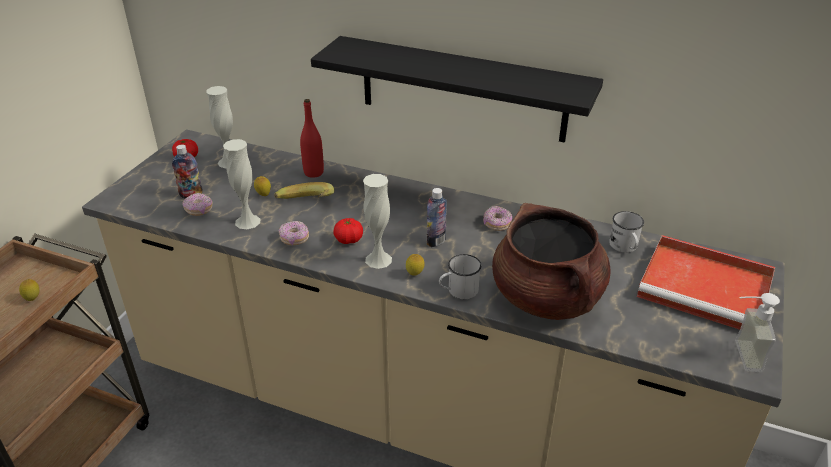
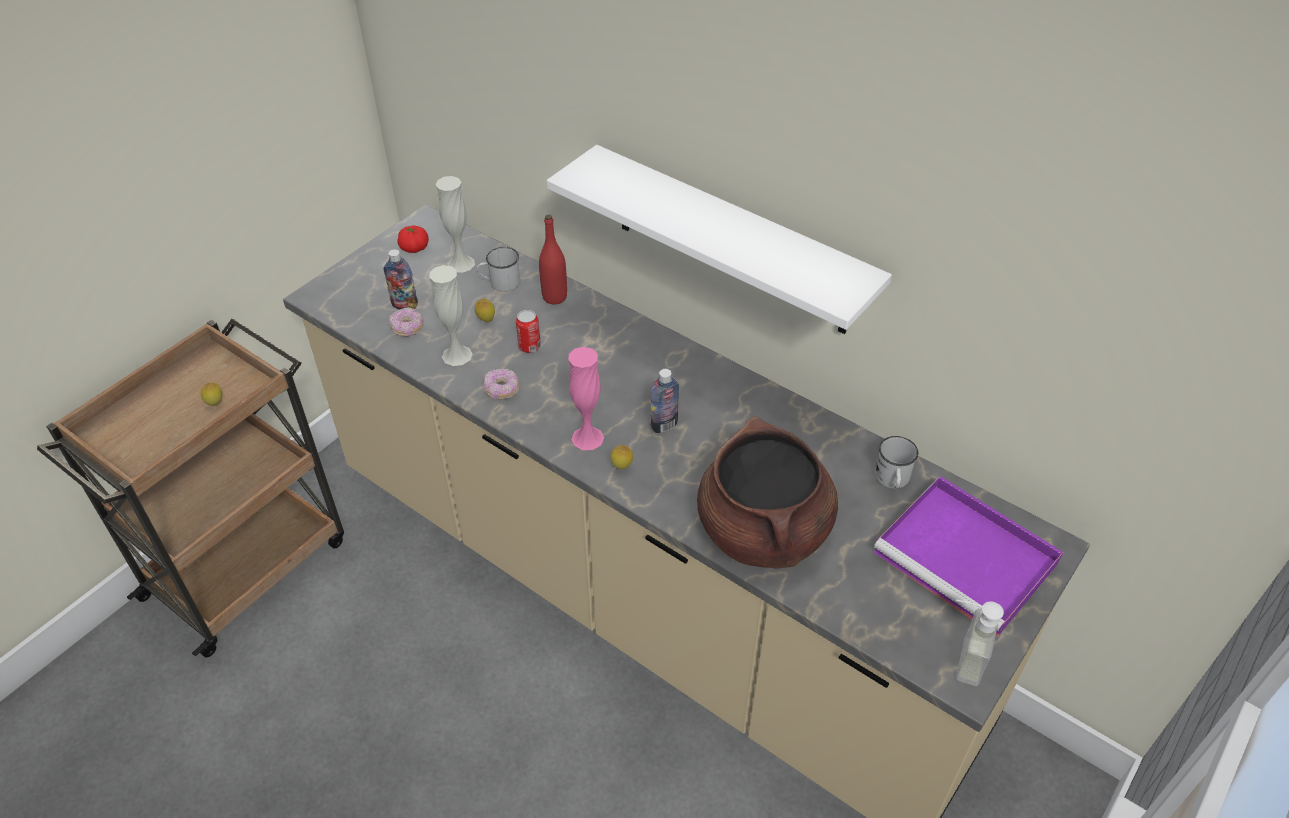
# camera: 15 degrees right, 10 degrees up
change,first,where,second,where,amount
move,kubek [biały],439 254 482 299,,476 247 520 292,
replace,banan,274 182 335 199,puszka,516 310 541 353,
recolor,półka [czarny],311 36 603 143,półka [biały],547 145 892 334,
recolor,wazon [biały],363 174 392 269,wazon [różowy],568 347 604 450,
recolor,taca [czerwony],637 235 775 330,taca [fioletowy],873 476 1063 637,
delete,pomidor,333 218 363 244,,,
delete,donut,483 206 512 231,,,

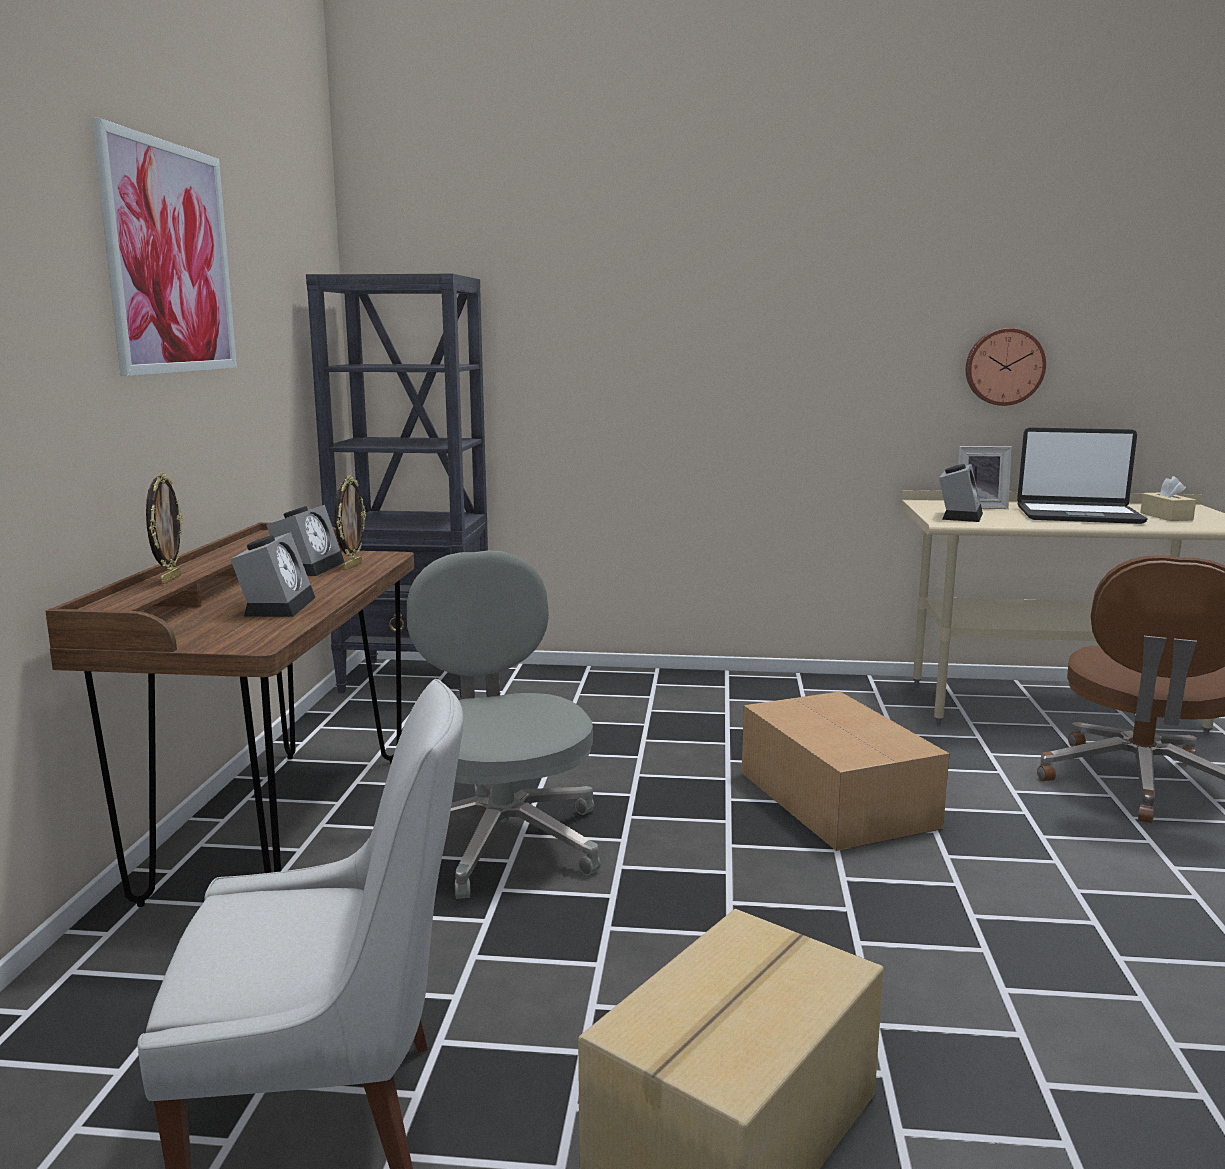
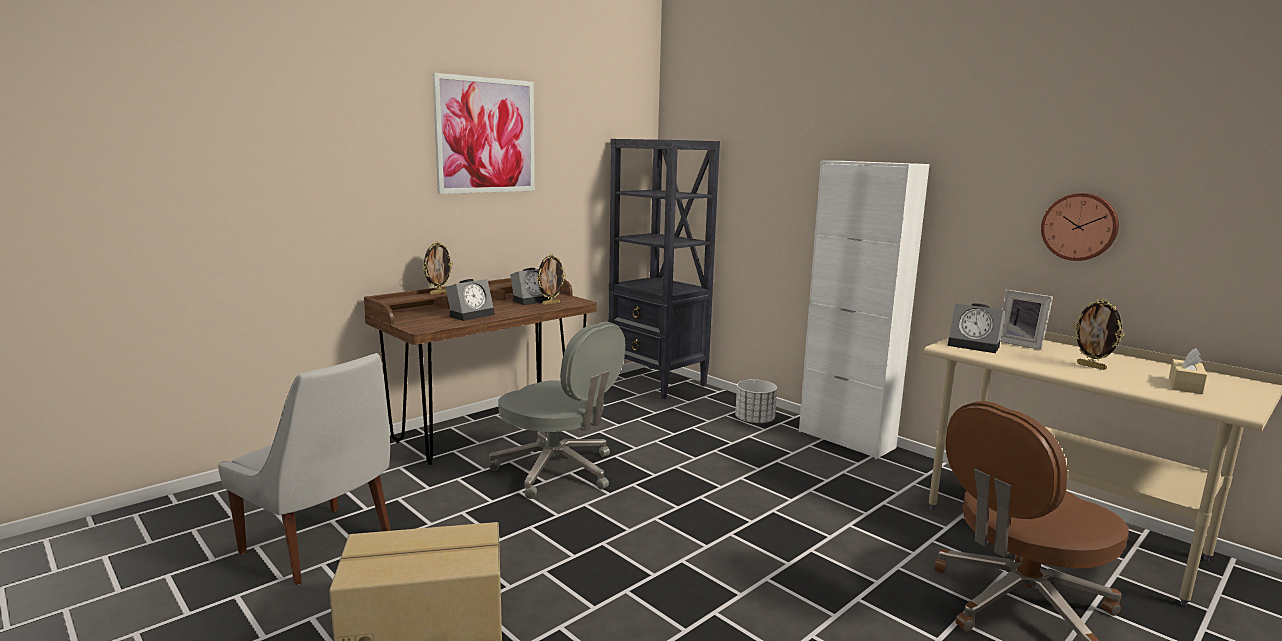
# camera: 40 degrees right, 0 degrees up
change,first,where,second,where,amount
rotate,krzesło biurowe [szary],407 550 601 899,,489 321 625 499,105 degrees clockwise
insert,,,donica [biały],735 380 777 425,
insert,,,szafka [biały],799 161 930 459,
rotate,budzik,939 464 983 522,,948 303 1005 353,60 degrees clockwise
replace,laptop,1017 427 1148 524,ramka na zdjęcie,1073 298 1124 370,
delete,karton,742 692 950 851,,,

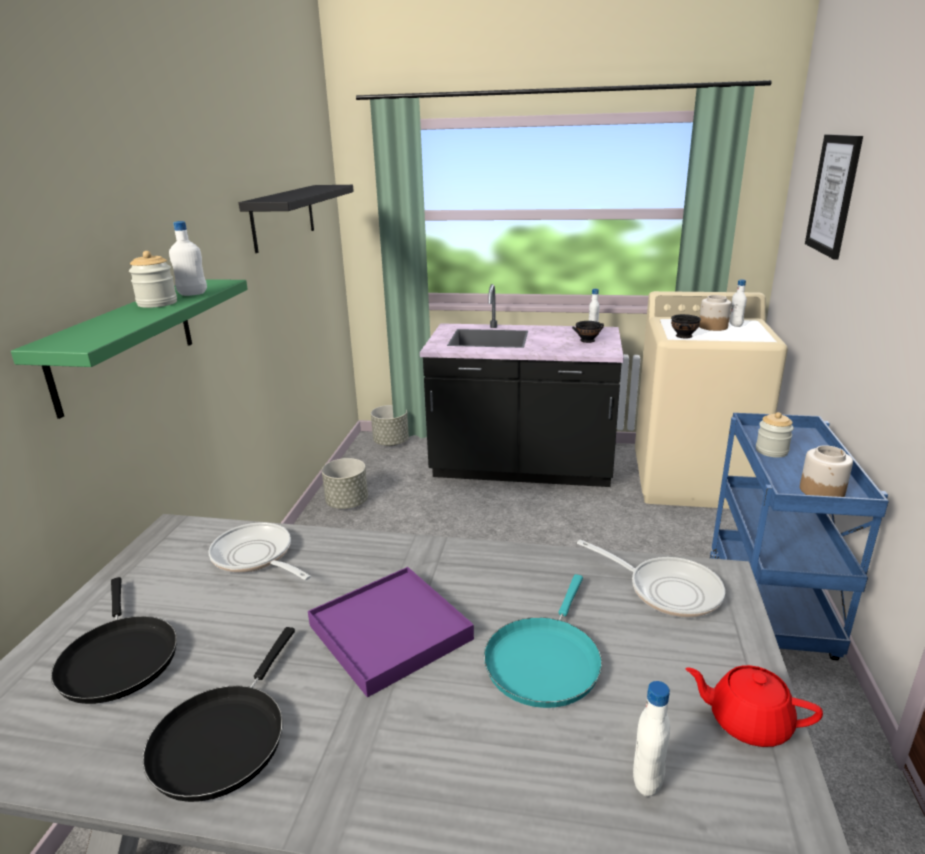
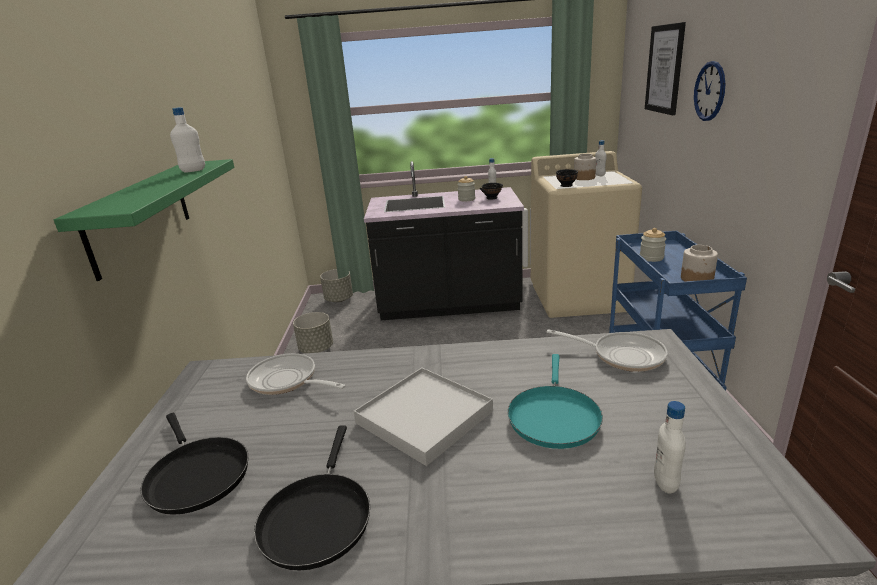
# camera: 10 degrees left, 0 degrees up
change,first,where,second,where,amount
recolor,taca [fioletowy],308 567 474 697,taca [biały],354 367 493 466,
move,słoik,129 251 177 308,,457 176 475 201,
insert,,,zegar ścienny,694 61 725 121,
delete,półka [czarny],239 185 354 253,,,
delete,imbryk [czerwony],685 665 823 747,,,

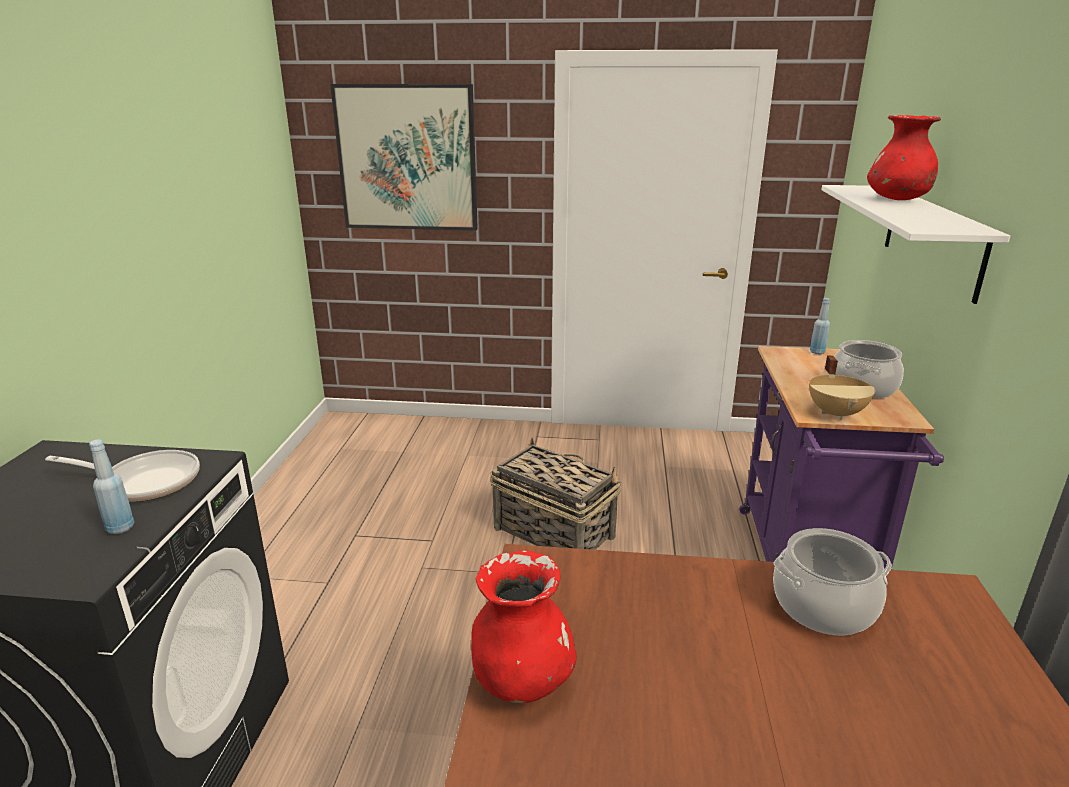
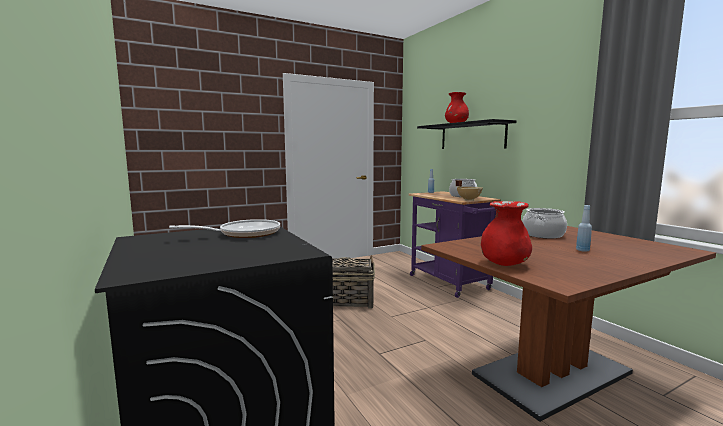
# camera: 35 degrees left, 15 degrees down
change,first,where,second,where,amount
recolor,półka [biały],821 185 1010 304,półka [czarny],417 119 516 149,
move,butelka [niebieski],89 439 134 534,,576 205 592 252,
delete,obraz,330 84 478 231,,,

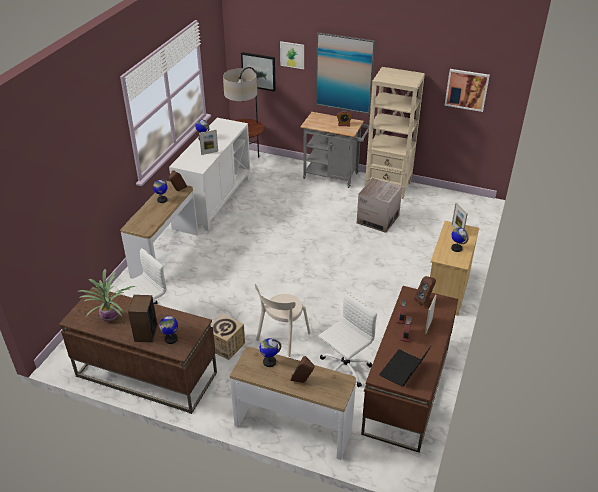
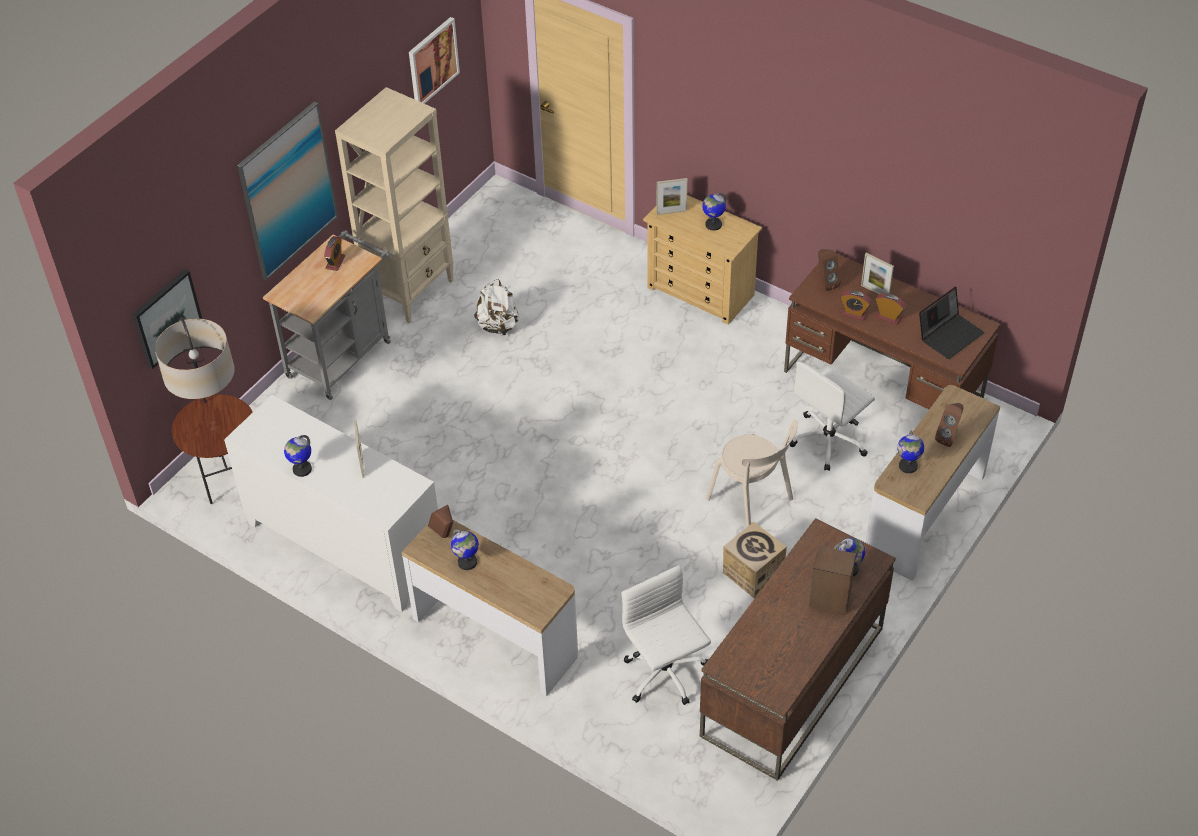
# camera: 75 degrees left, 10 degrees up
change,first,where,second,where,amount
replace,karton,357 178 402 233,plecak [biały],474 279 519 336,
rotate,krzesło biurowe [biały],319 293 377 387,,789 361 875 471,105 degrees counterclockwise
rotate,laptop,379 346 431 386,,919 287 984 359,90 degrees counterclockwise
delete,roślina doniczkowa,77 269 136 321,,,
delete,obraz,280 41 304 69,,,

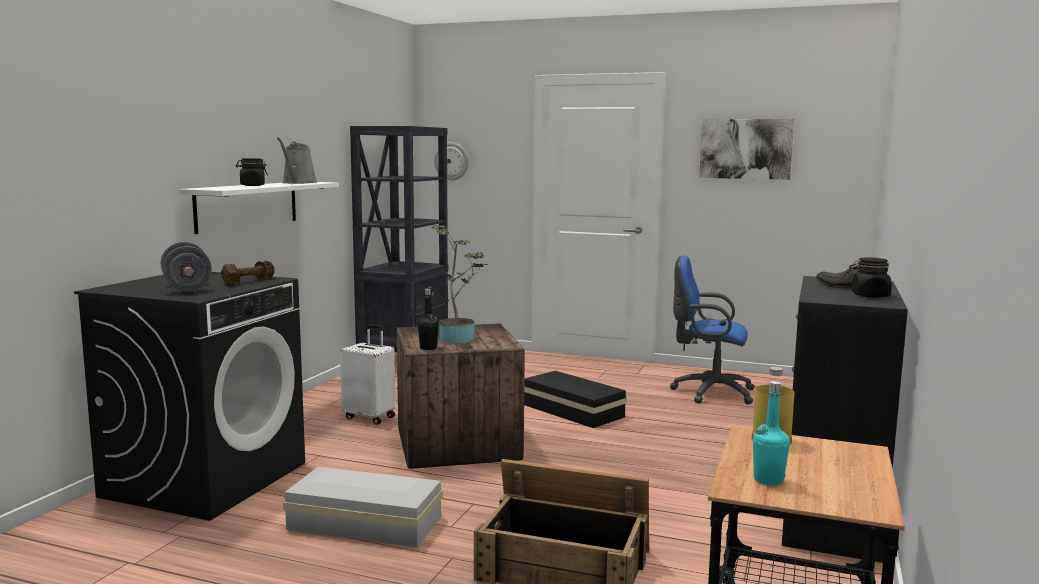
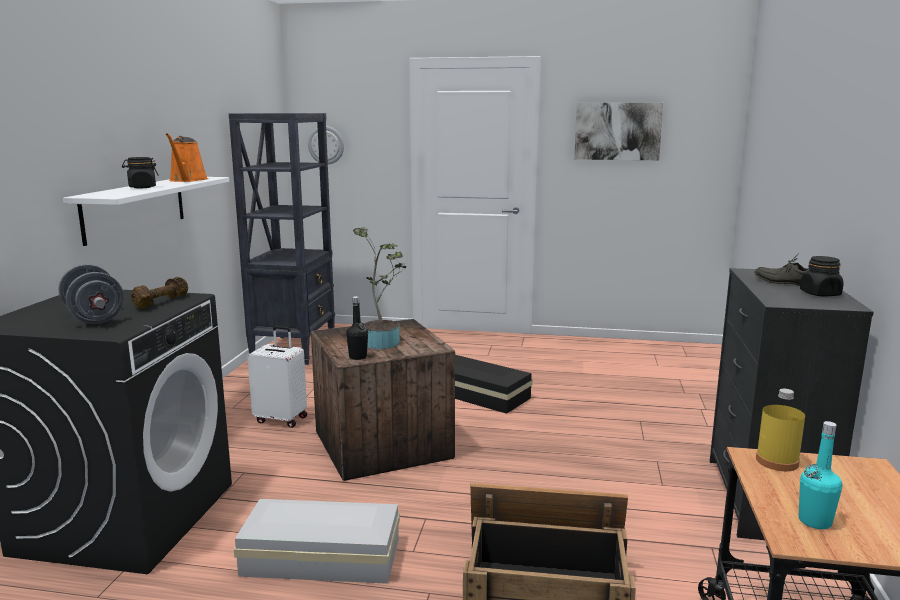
# camera: 10 degrees left, 5 degrees up
change,first,where,second,where,amount
recolor,konewka [szary],277 138 317 184,konewka [pomarańczowy],166 133 208 182,
delete,krzesło biurowe [niebieski],670 256 755 404,,,

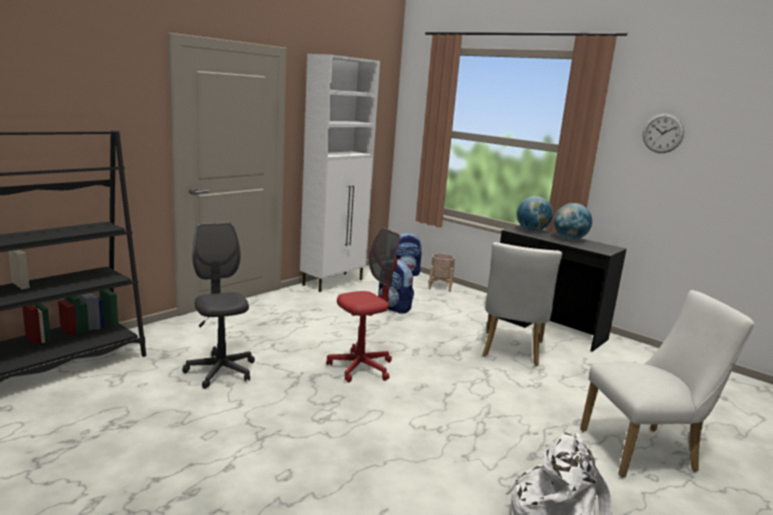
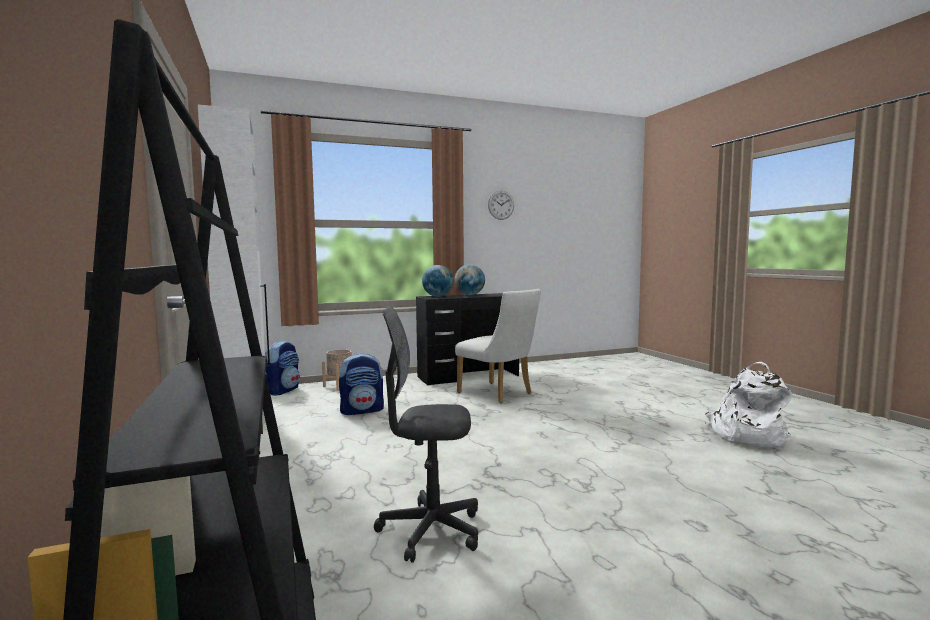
# camera: 60 degrees left, 10 degrees down
change,first,where,second,where,amount
delete,krzesło biurowe [czerwony],326 228 400 383,,,
delete,krzesło [biały],580 290 755 478,,,

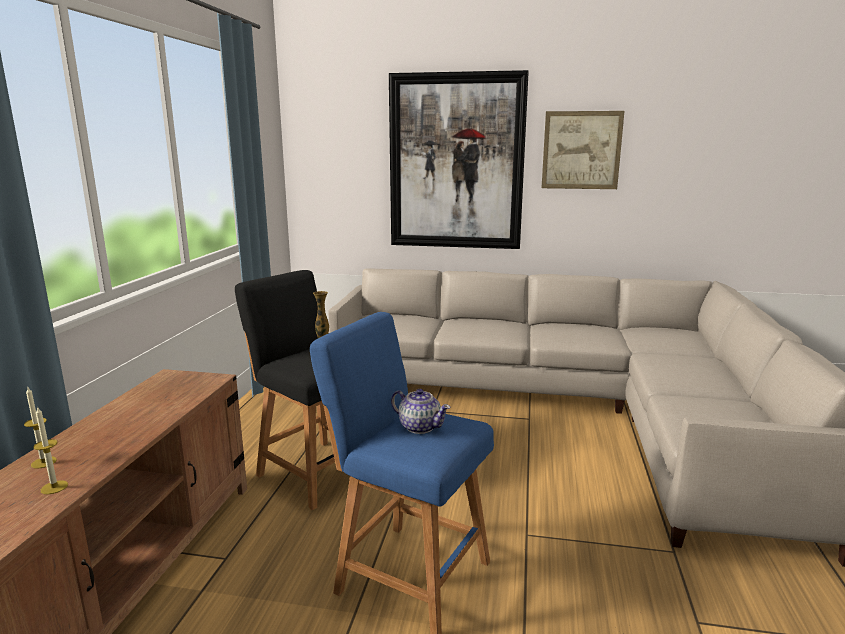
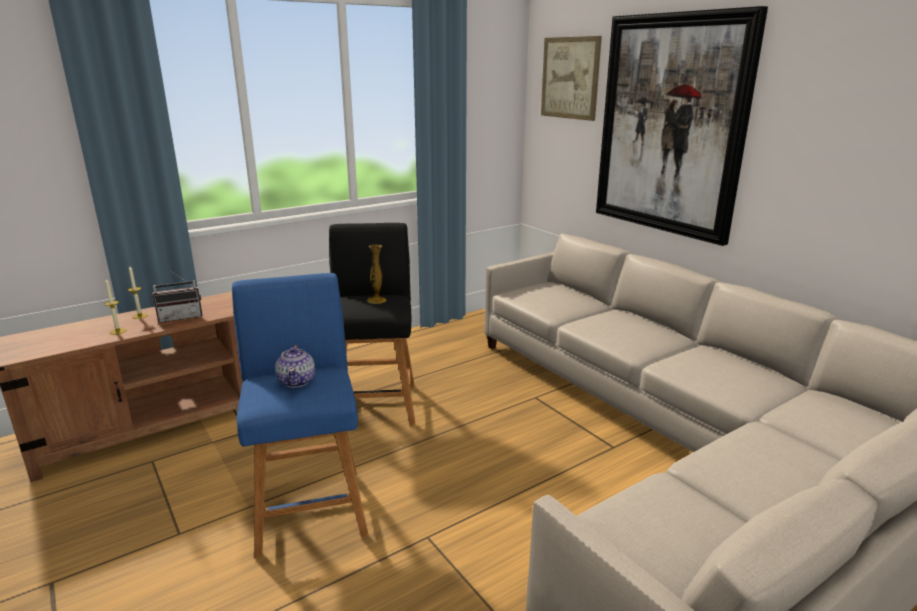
# camera: 45 degrees right, 5 degrees up
change,first,where,second,where,amount
insert,,,radio,152 269 203 323,
move,obraz,542 111 625 189,,541 36 602 121,

